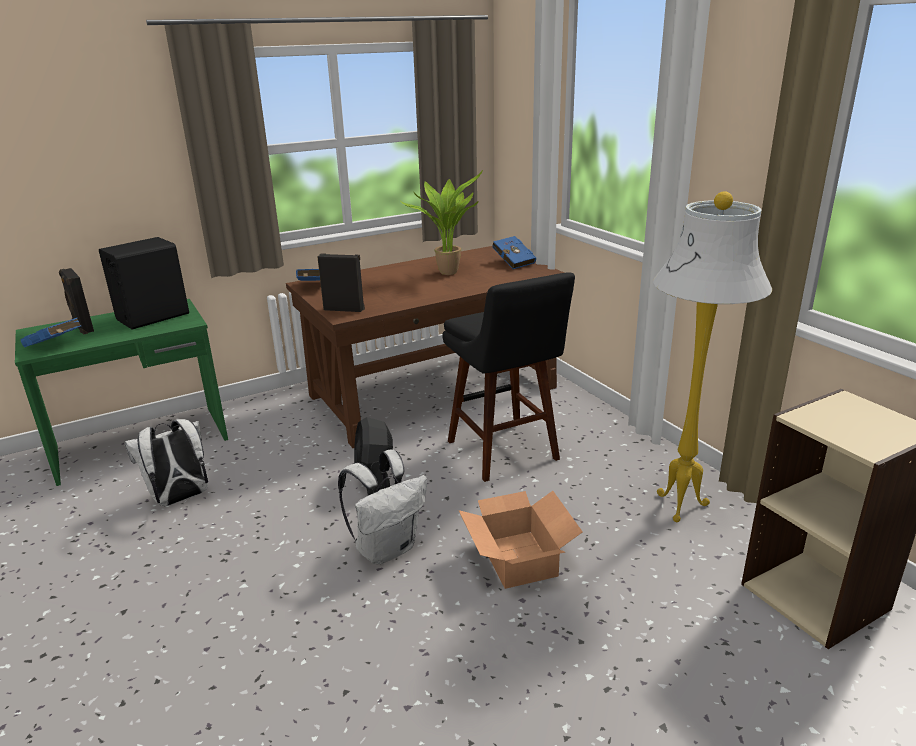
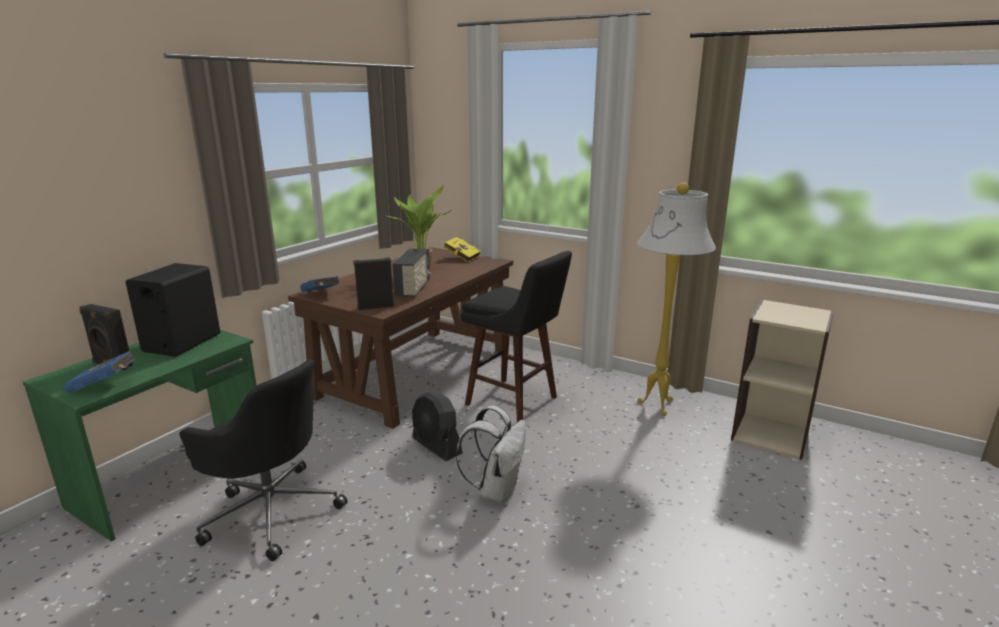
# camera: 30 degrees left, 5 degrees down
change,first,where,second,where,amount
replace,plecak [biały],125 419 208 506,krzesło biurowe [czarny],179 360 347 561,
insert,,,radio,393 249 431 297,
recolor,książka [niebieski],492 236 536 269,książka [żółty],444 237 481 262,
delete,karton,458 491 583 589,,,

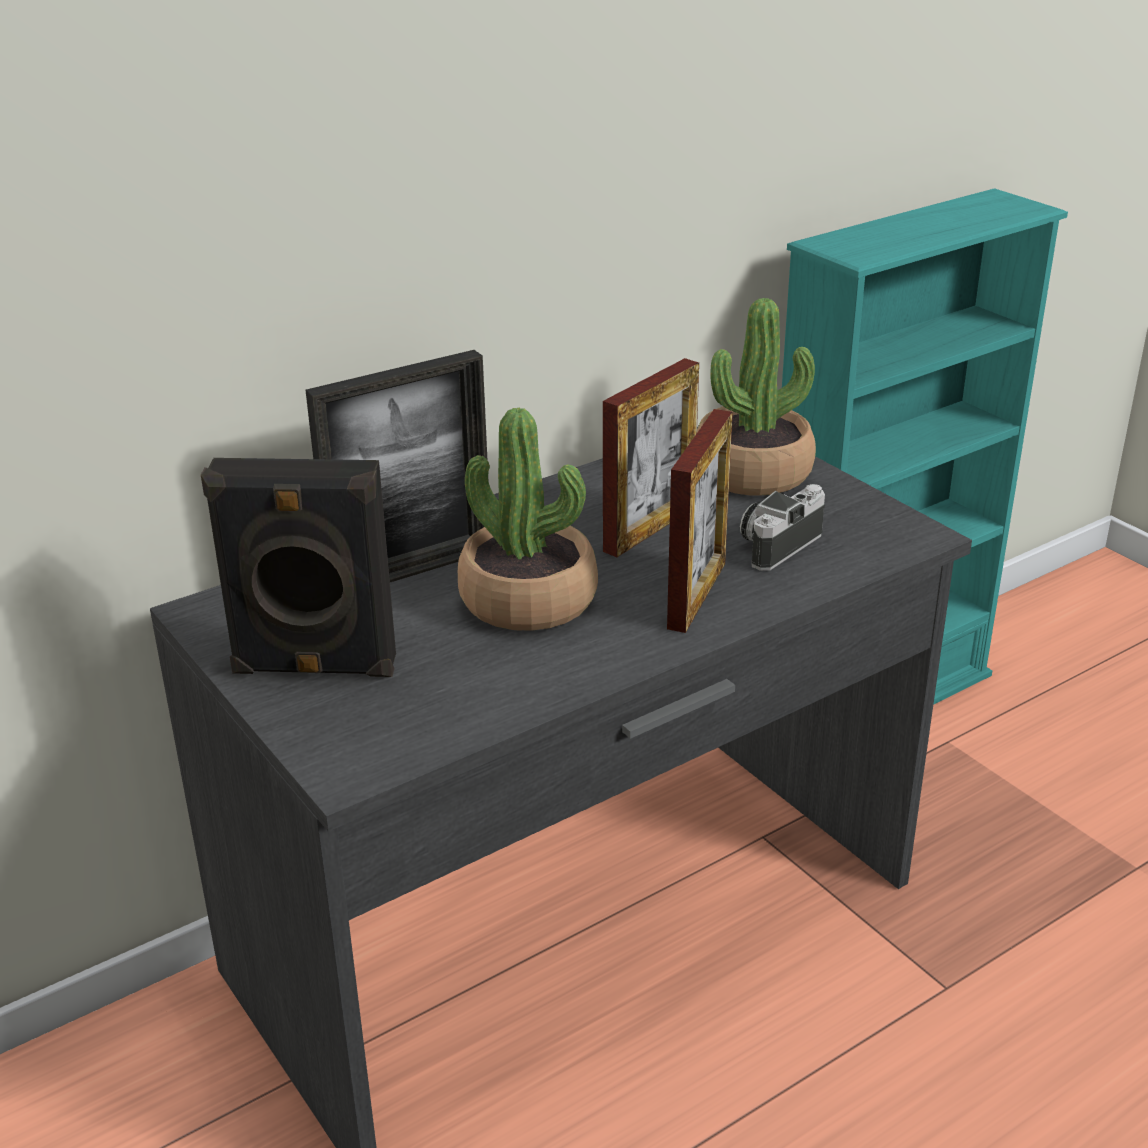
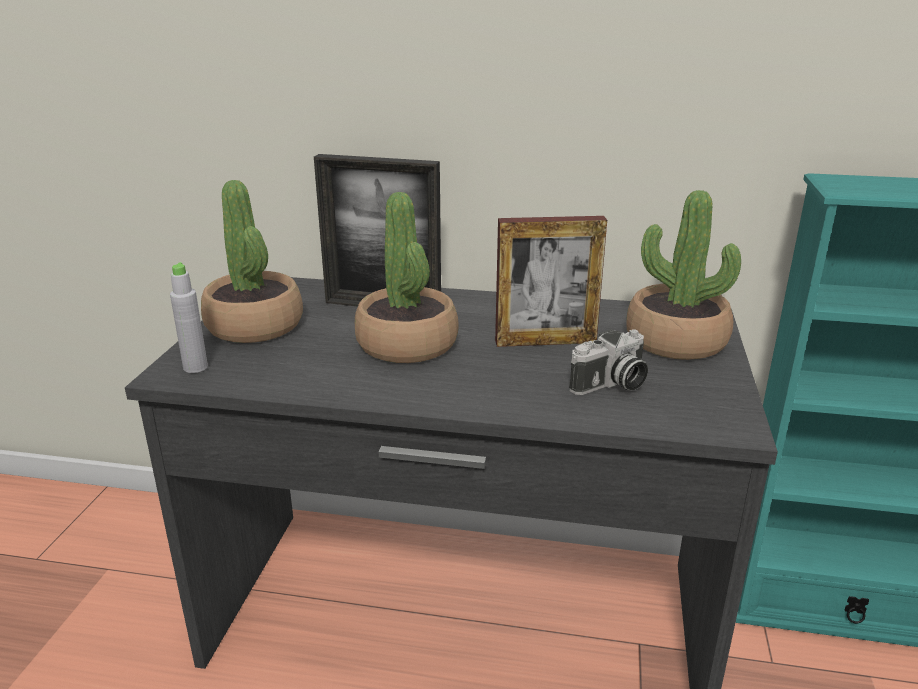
# camera: 45 degrees right, 5 degrees down
change,first,where,second,where,amount
insert,,,butelka [szary],170 262 208 373,
replace,głośnik [czarny],201 458 396 677,roślina doniczkowa,201 180 303 343,
rotate,aparat fotograficzny,740 484 825 571,,569 329 648 395,150 degrees clockwise
delete,ramka na zdjęcie,667 409 733 633,,,

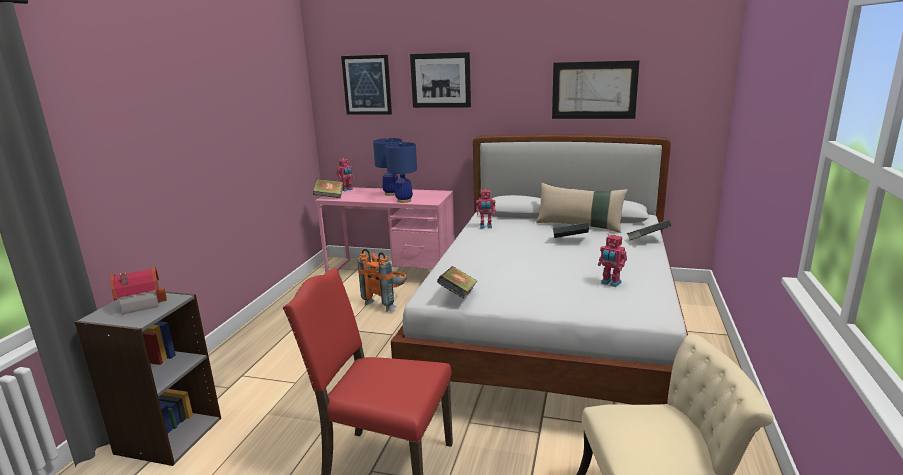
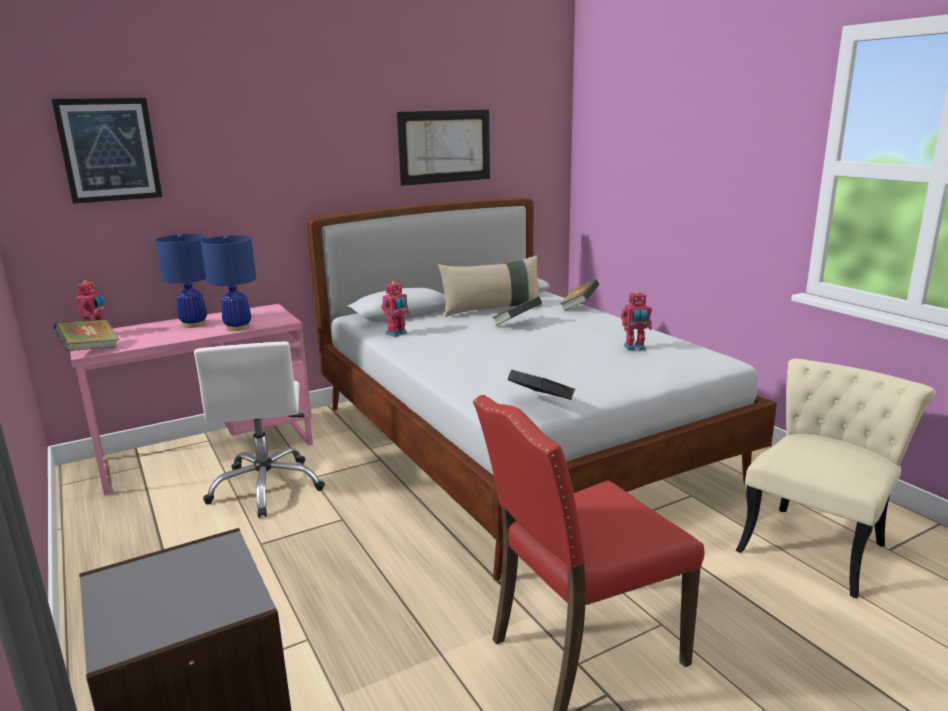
# camera: 45 degrees left, 0 degrees up
change,first,where,second,where,amount
replace,plecak [pomarańczowy],358 249 407 312,krzesło biurowe [biały],194 342 325 518,
delete,domek,110 267 167 314,,,
delete,obraz,410 52 471 108,,,

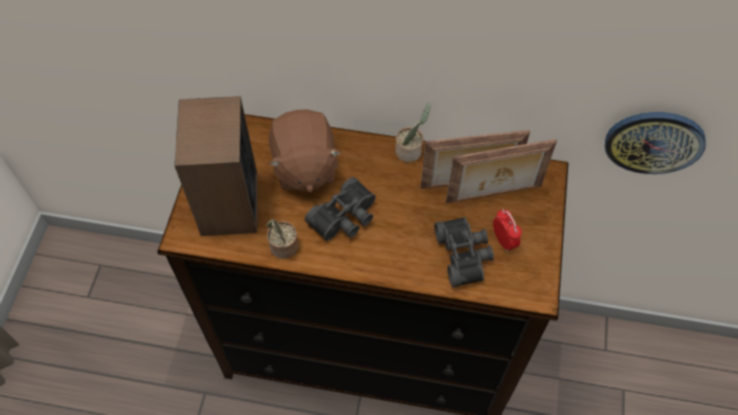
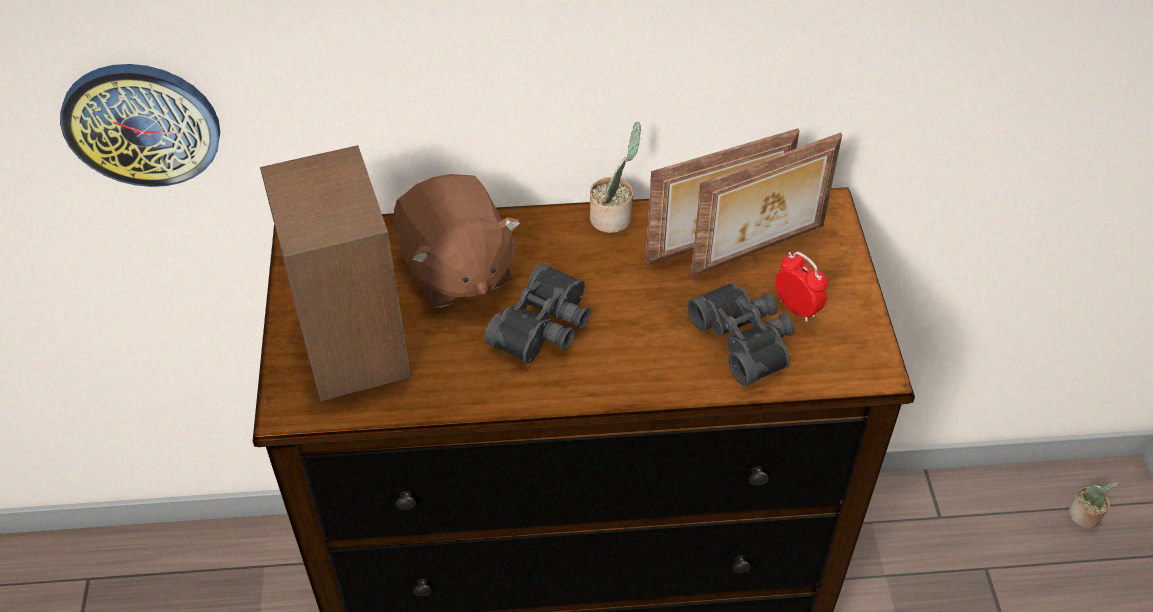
# camera: 15 degrees left, 10 degrees down
change,first,where,second,where,amount
move,zegar ścienny,605 112 706 174,,60 64 220 187,
move,roślina doniczkowa,267 220 298 259,,1069 482 1119 528,

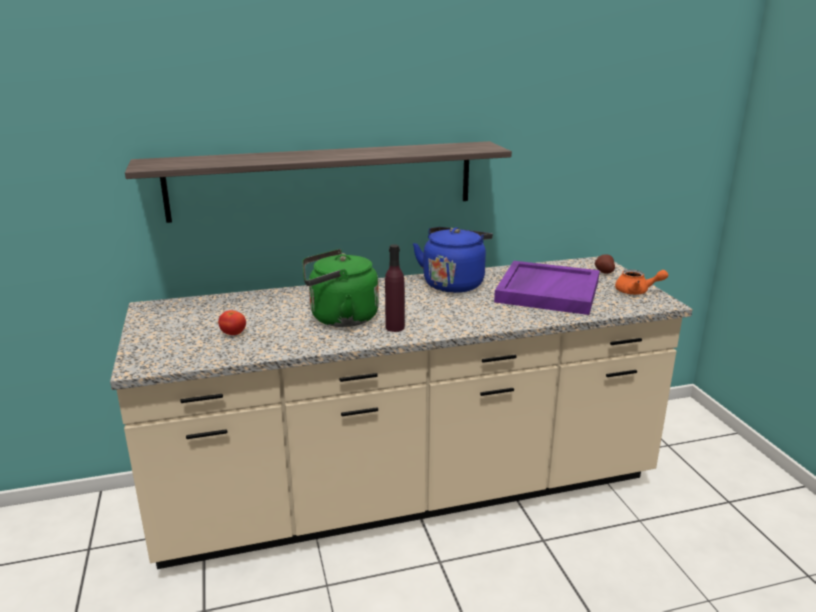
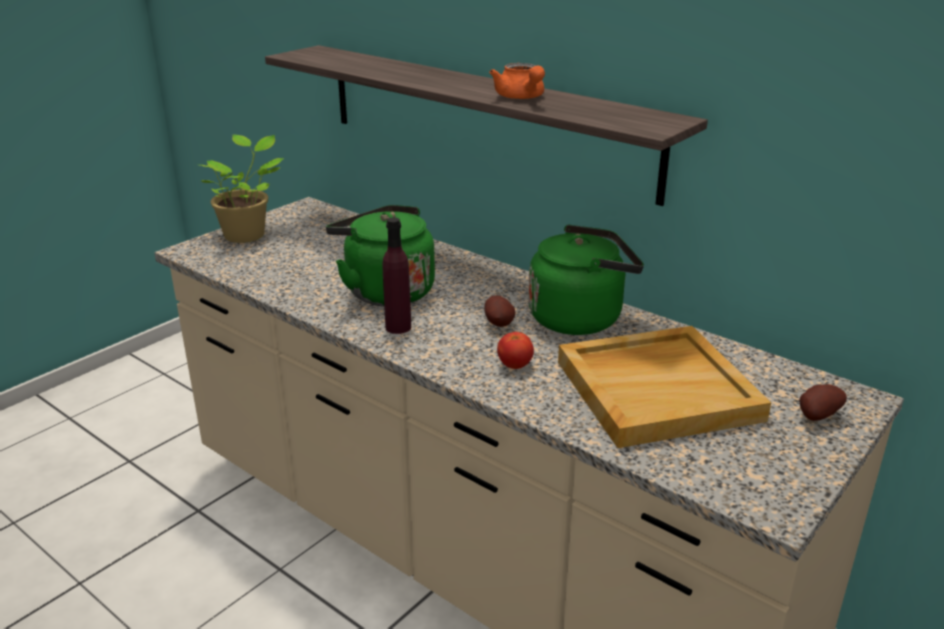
# camera: 55 degrees right, 5 degrees up
change,first,where,second,where,amount
insert,,,roślina doniczkowa,200 135 284 243,
insert,,,ziemniak,484 295 516 327,
move,imbryk [pomarańczowy],615 270 668 295,,489 63 545 100,
move,pomidor,218 310 246 335,,497 332 534 369,
recolor,czajnik [niebieski],413 227 493 293,czajnik [zielony],528 225 644 335,
recolor,taca [fioletowy],494 261 600 315,taca [beżowy],558 326 771 448,

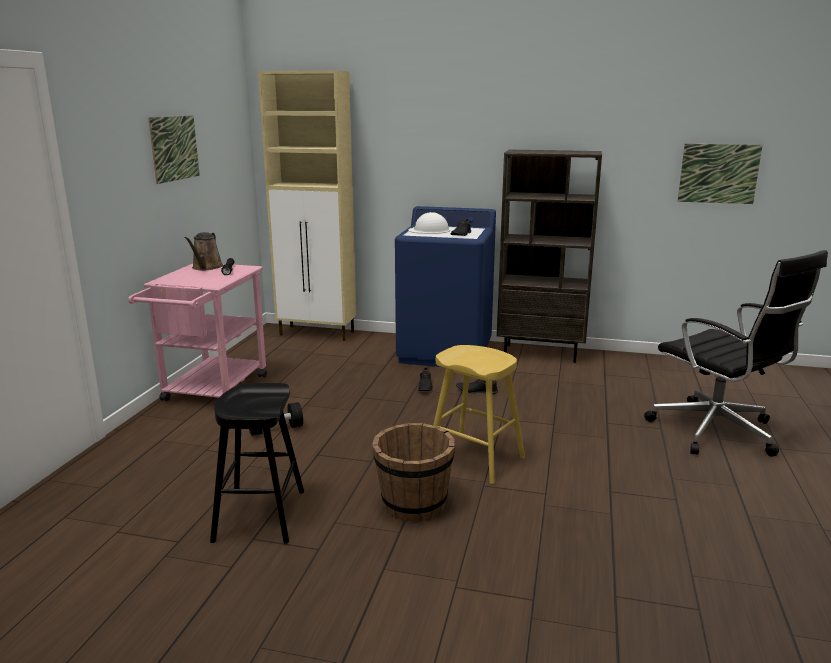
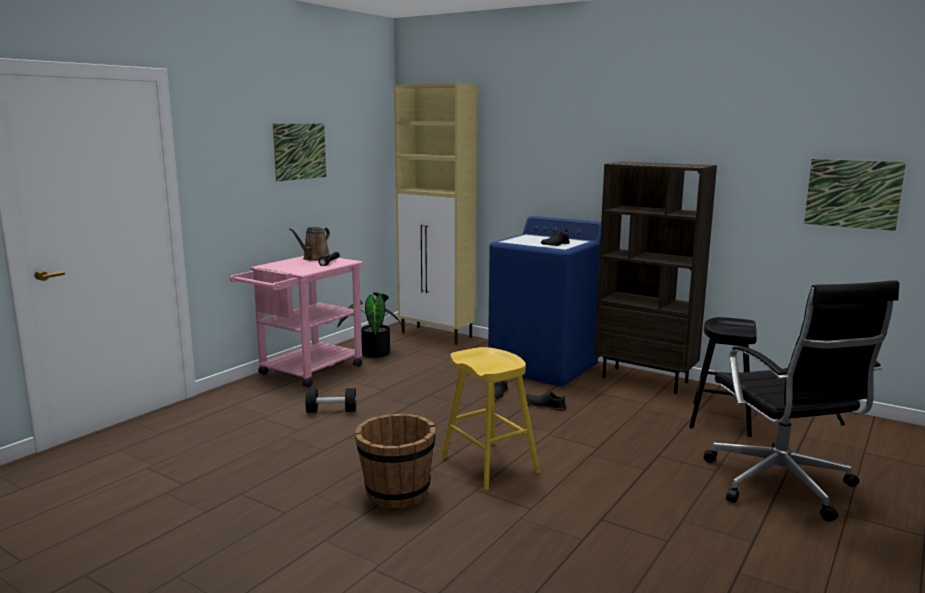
# camera: 20 degrees right, 5 degrees down
change,first,where,second,where,amount
insert,,,roślina doniczkowa,337 292 402 358,
move,stołek [czarny],210 383 304 544,,689 317 757 437,
delete,kask [biały],408 212 450 234,,,

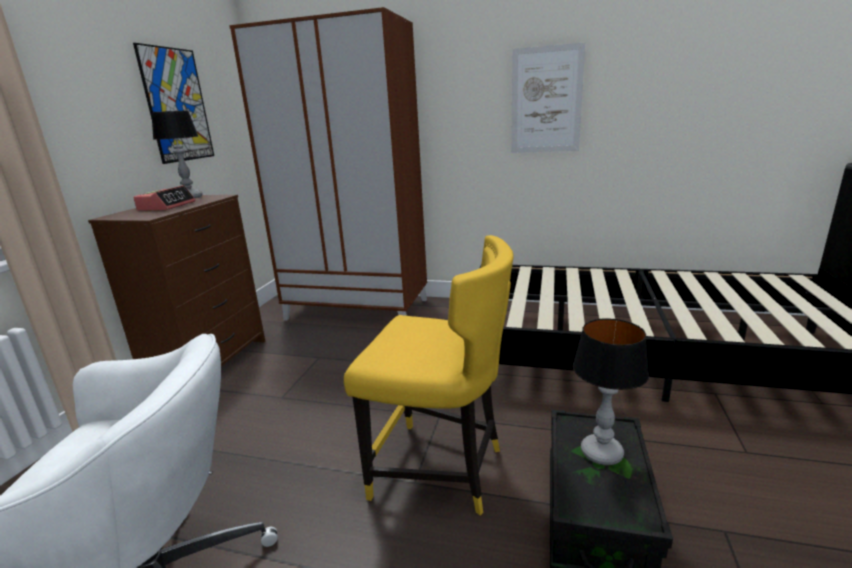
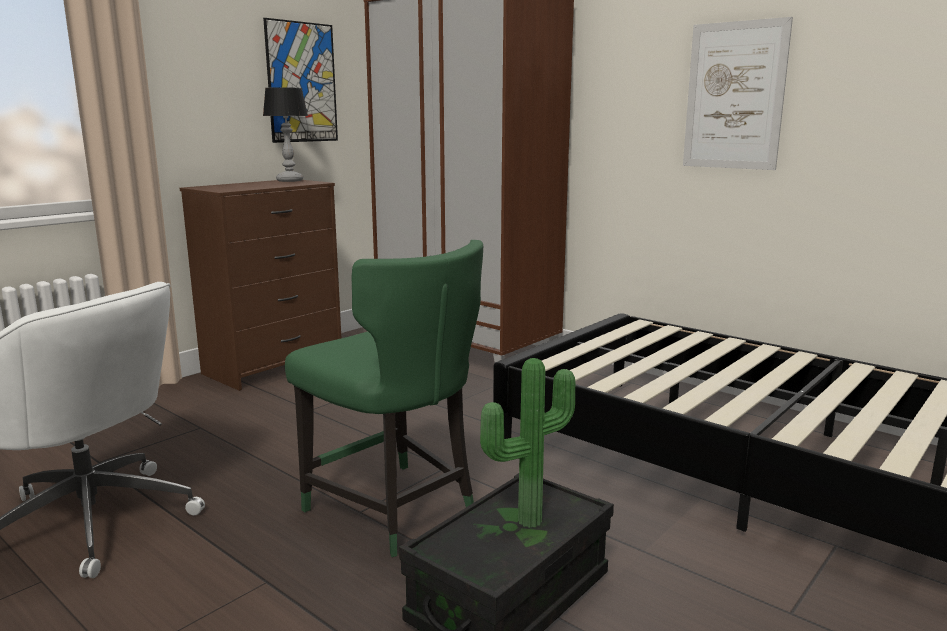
# camera: 25 degrees right, 5 degrees down
change,first,where,second,where,amount
recolor,krzesło [żółty],344 235 514 516,krzesło [zielony],285 240 483 557,
replace,lampa stołowa,573 318 649 465,roślina doniczkowa,480 358 575 528,
delete,budzik,133 185 195 211,,,

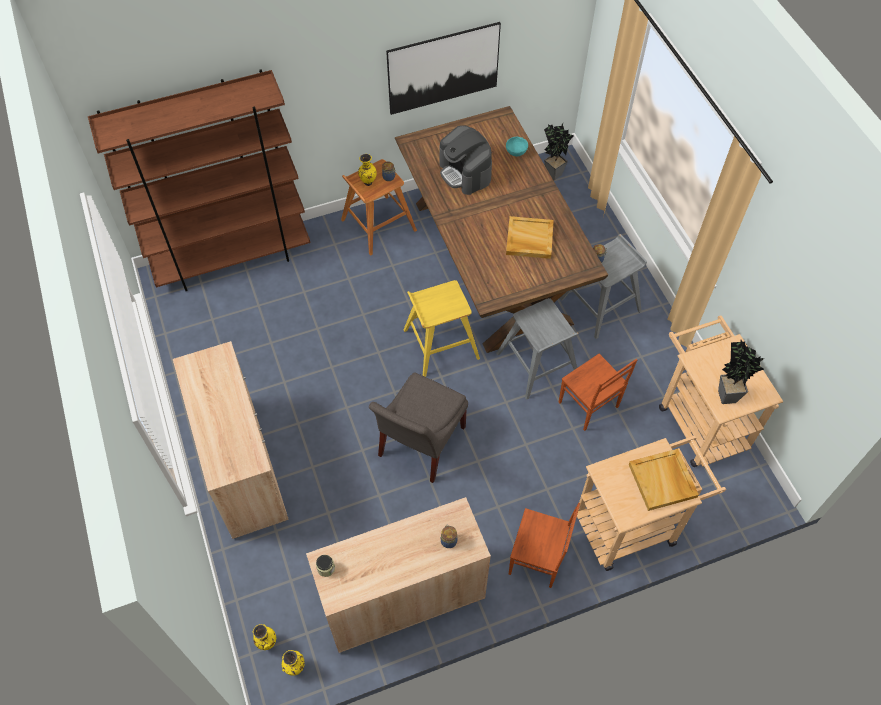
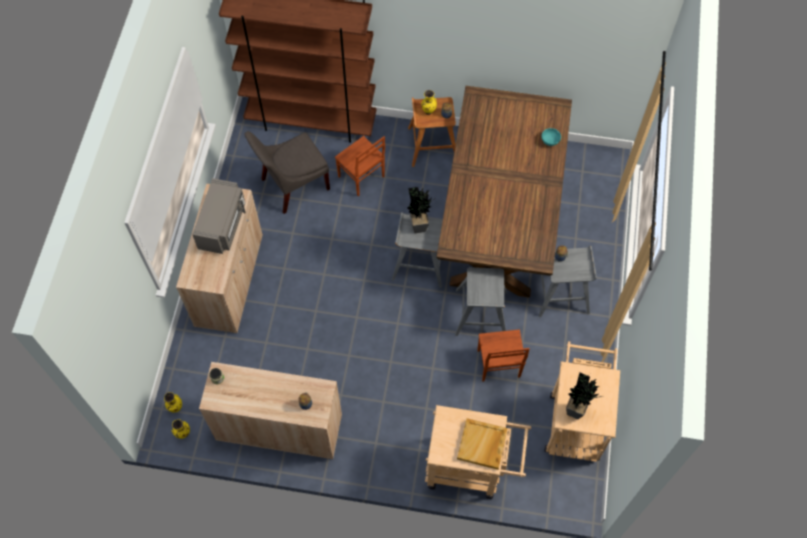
# camera: 30 degrees right, 5 degrees up
change,first,where,second,where,amount
insert,,,mikrofalówka [szary],192 178 246 254,
move,krzesło [szary],369 372 468 483,,244 131 330 214,
move,krzesło [brązowy],509 503 580 588,,335 136 385 196,
recolor,stołek [żółty],403 280 480 377,stołek [szary],392 212 443 288,
move,roślina doniczkowa,544 123 574 180,,407 187 434 233,
delete,obraz,386 22 501 115,,,
delete,ekspres do kawy,439 125 492 195,,,
delete,taca [beżowy],506 216 554 259,,,

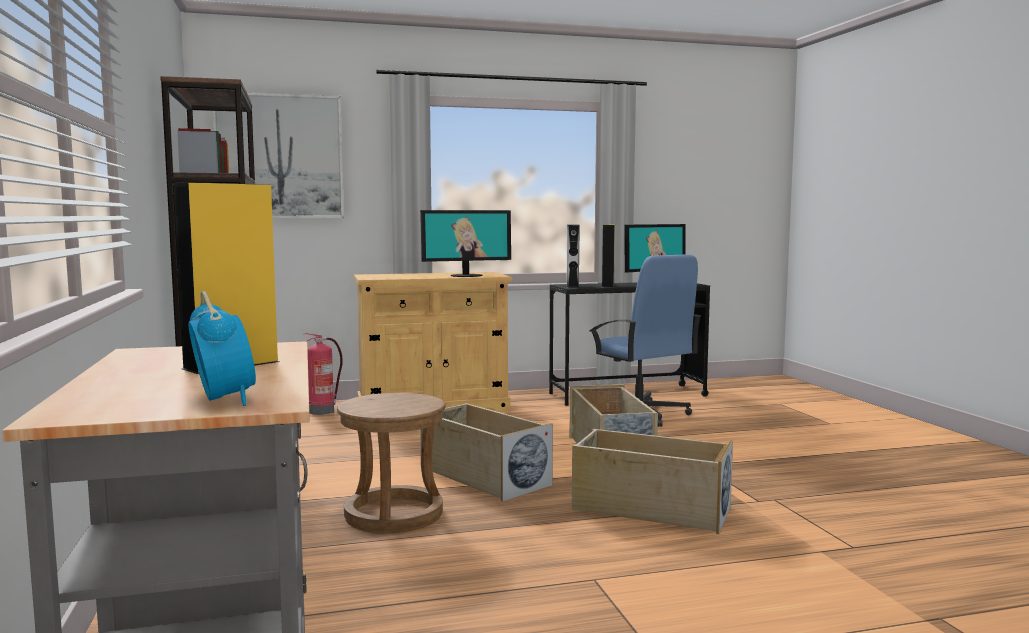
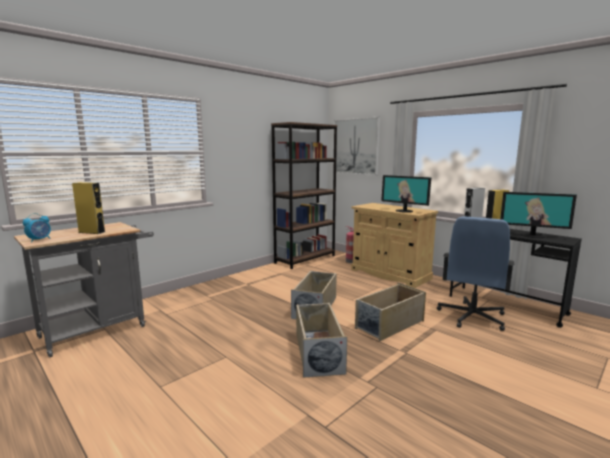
# camera: 60 degrees right, 5 degrees up
change,first,where,second,where,amount
delete,stołek [brązowy],337 393 446 533,,,

